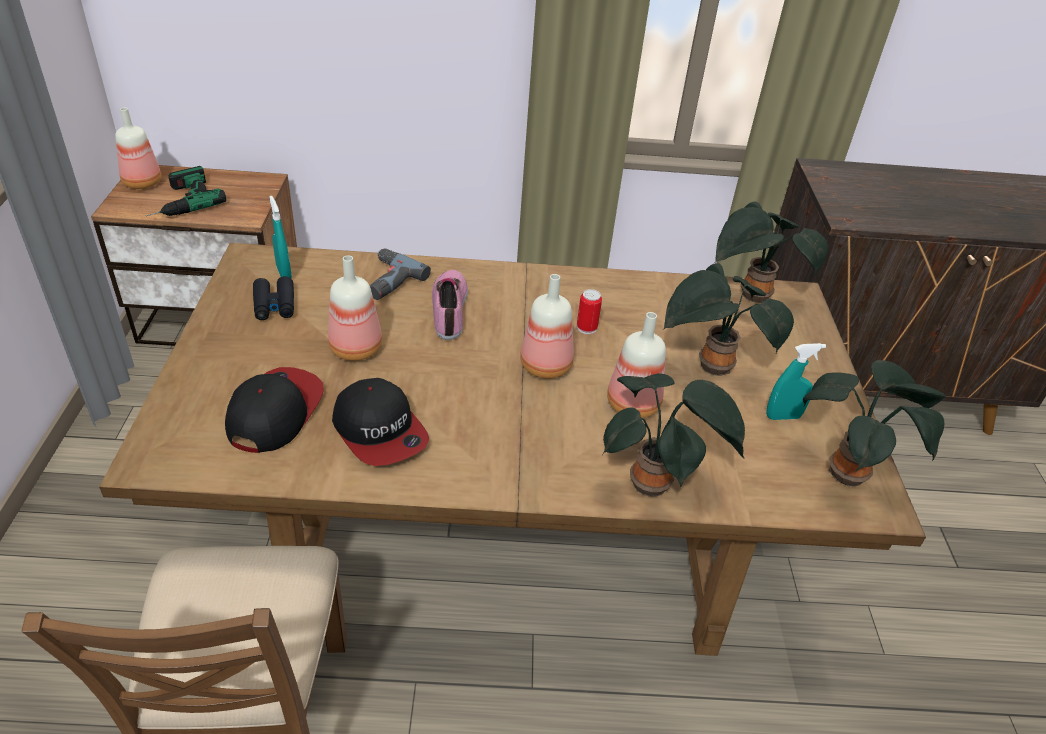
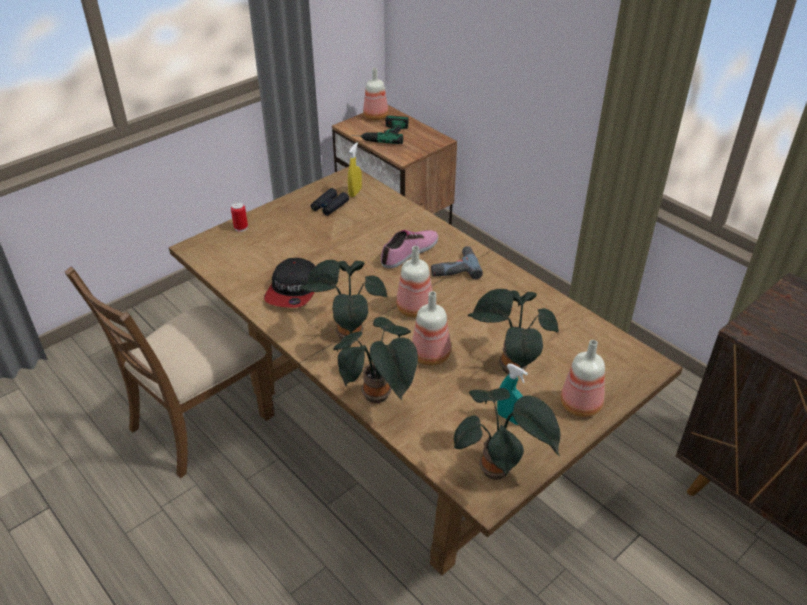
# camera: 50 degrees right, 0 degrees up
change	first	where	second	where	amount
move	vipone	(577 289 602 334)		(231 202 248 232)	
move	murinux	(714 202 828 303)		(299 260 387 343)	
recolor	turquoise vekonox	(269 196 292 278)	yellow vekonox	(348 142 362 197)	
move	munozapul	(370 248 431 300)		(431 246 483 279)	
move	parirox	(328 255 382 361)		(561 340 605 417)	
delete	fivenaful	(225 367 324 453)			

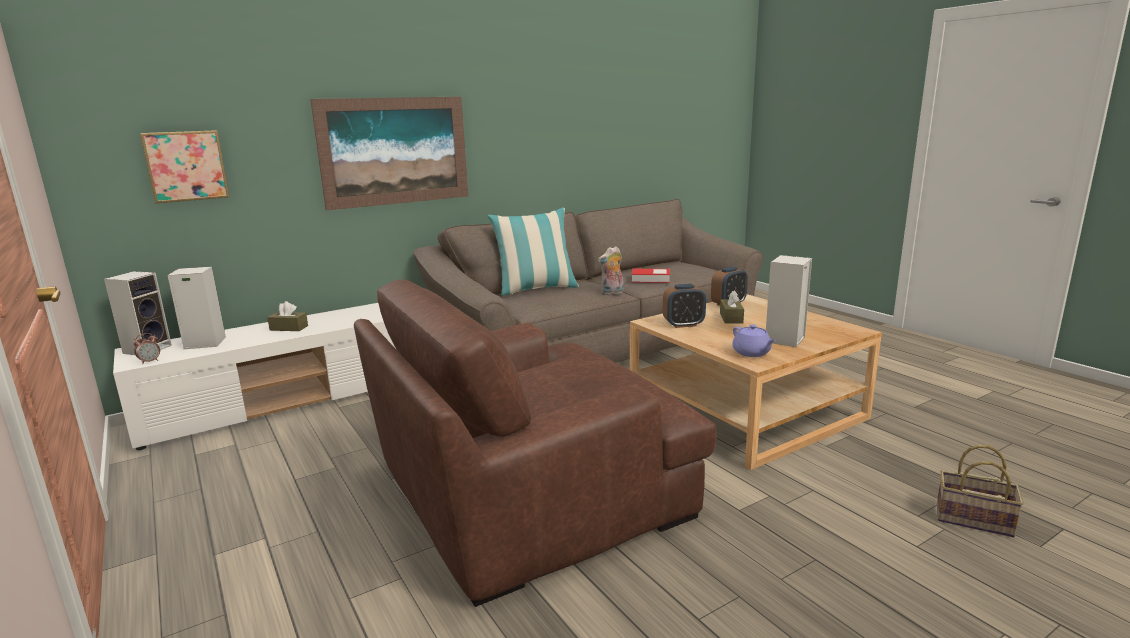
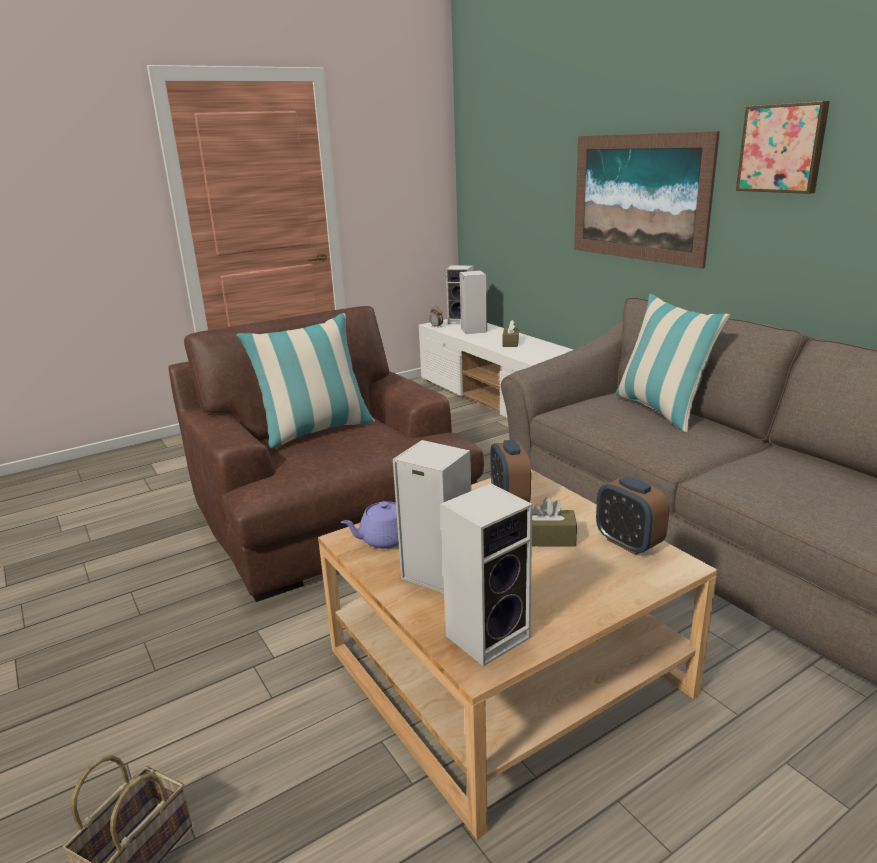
# camera: 90 degrees right, 5 degrees up
change	first	where	second	where	amount
insert			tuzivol	(236 313 375 449)	
insert			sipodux	(440 483 532 666)	
move	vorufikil	(140 130 229 204)		(736 101 830 194)	
delete	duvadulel	(598 246 624 295)			
delete	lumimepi	(632 269 670 283)			

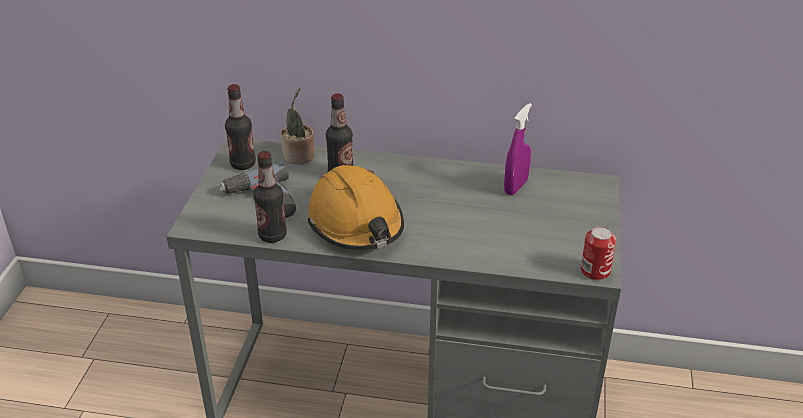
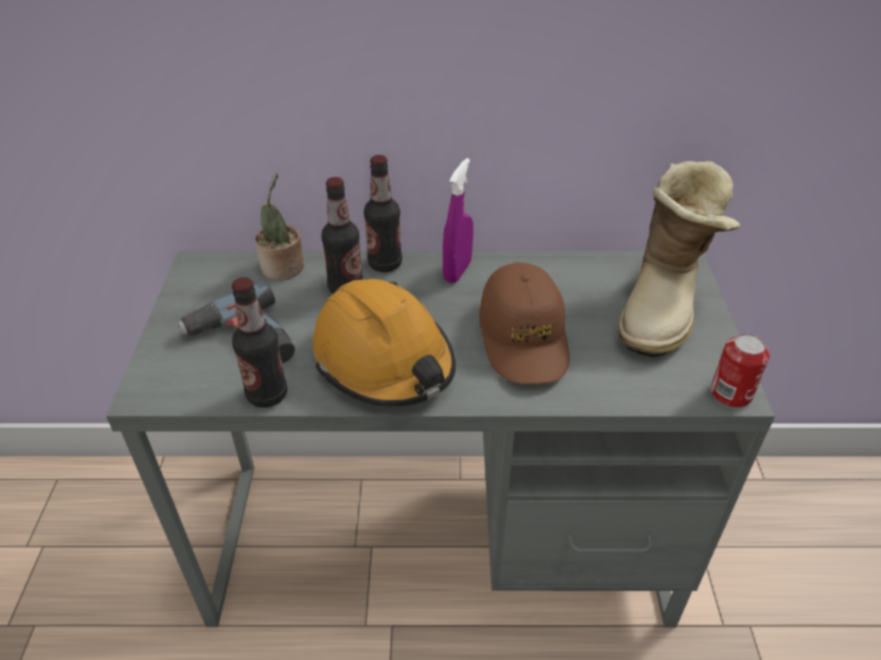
# camera: 10 degrees left, 5 degrees up
change	first	where	second	where	amount
move	parirox	(225 84 256 170)		(364 155 402 272)	
move	purple vekonox	(504 103 532 195)		(443 158 473 283)	
insert			brown fivenaful	(479 262 569 384)	
insert			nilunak	(618 161 740 358)	

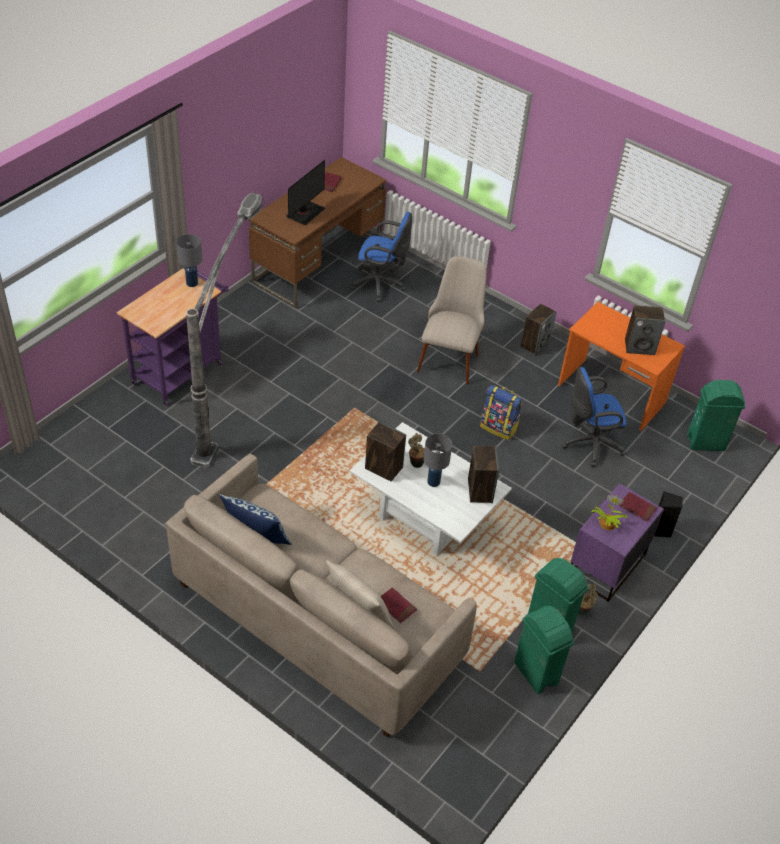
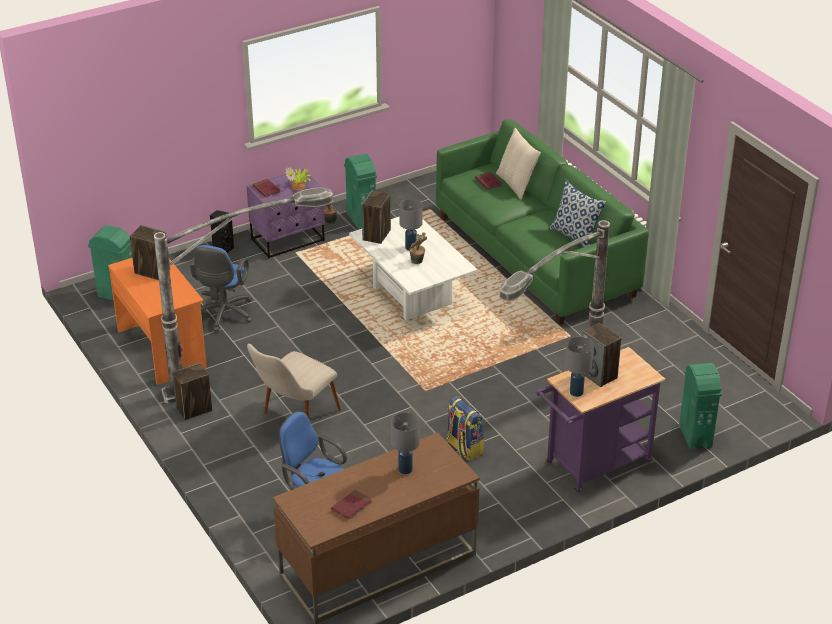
# camera: 155 degrees left, 10 degrees down
change	first	where	second	where	amount
insert			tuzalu	(154 188 333 404)	
rotate	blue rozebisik	(562 367 627 467)		(190 245 252 332)	90 degrees clockwise
replace	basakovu	(286 160 325 225)	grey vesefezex	(391 412 420 474)	
recolor	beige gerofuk	(166 454 477 738)	green gerofuk	(436 119 649 325)	
move	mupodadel	(480 385 522 440)		(446 396 484 461)	
move	sipodux	(365 422 406 481)		(581 323 622 387)	
move	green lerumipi	(514 606 574 694)		(679 363 722 449)	

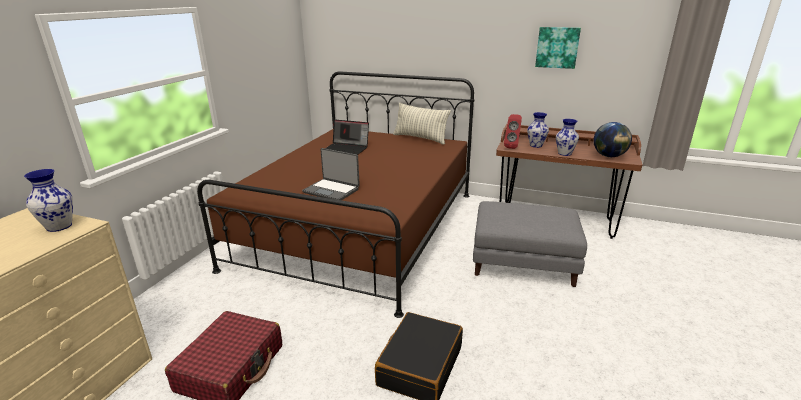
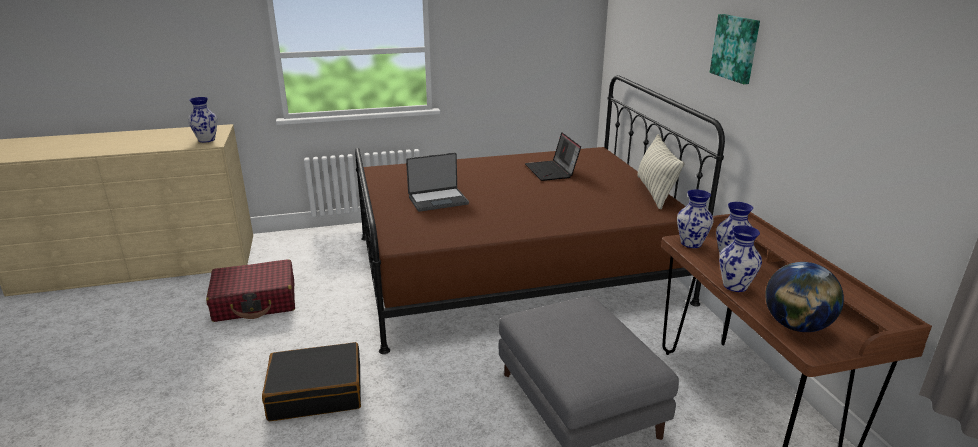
# camera: 55 degrees right, 0 degrees up
change	first	where	second	where	amount
rotate	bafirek	(302 148 360 200)		(406 152 469 212)	105 degrees counterclockwise
replace	red sipodux	(504 114 522 149)	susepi	(677 189 714 248)	
move	vorufikil	(535 27 581 69)		(710 14 760 84)	

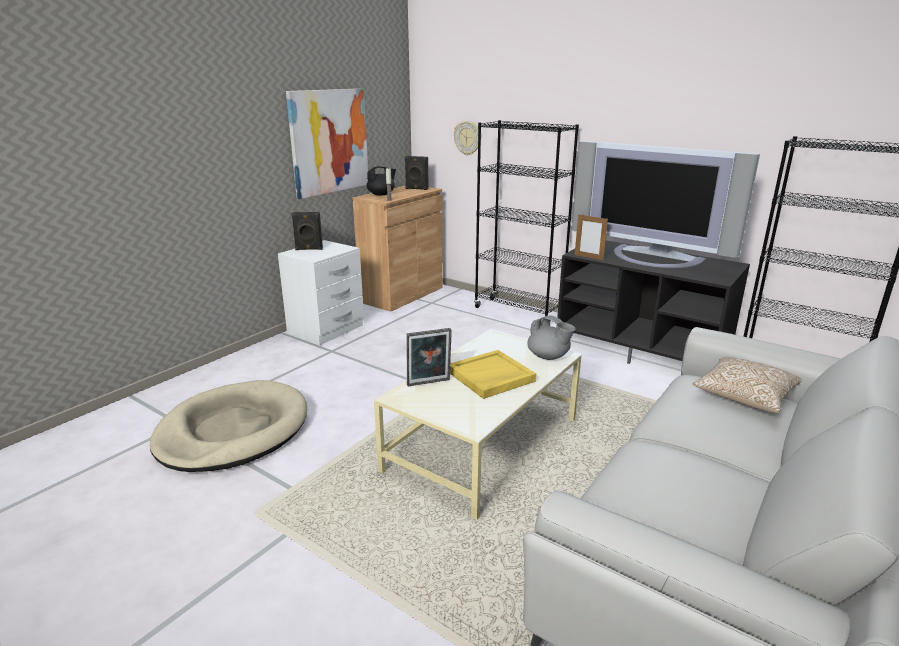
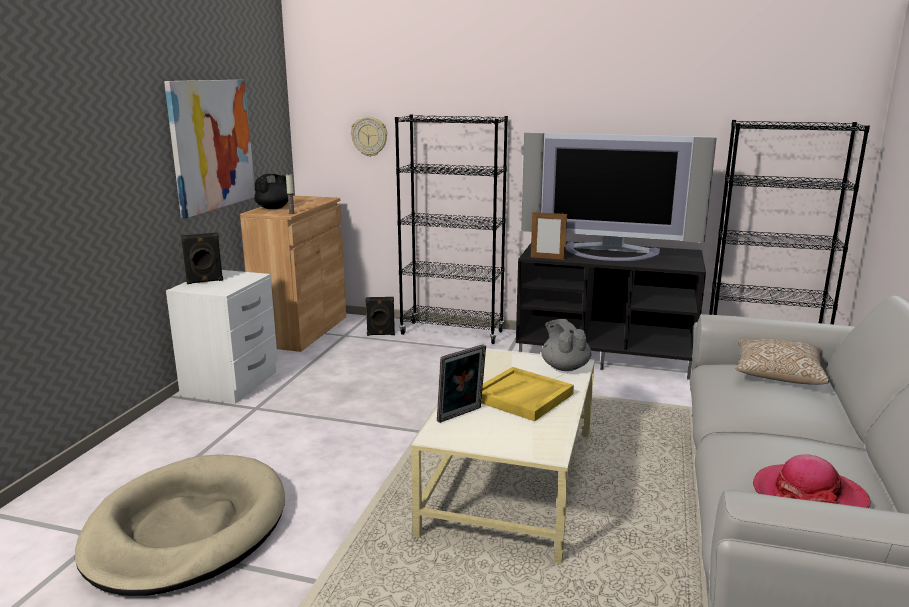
# camera: 20 degrees left, 5 degrees down
change	first	where	second	where	amount
move	black sipodux	(405 156 429 190)		(365 297 395 336)	
rotate	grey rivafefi	(527 315 576 360)		(541 319 591 371)	135 degrees counterclockwise
insert			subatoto	(753 454 871 508)	

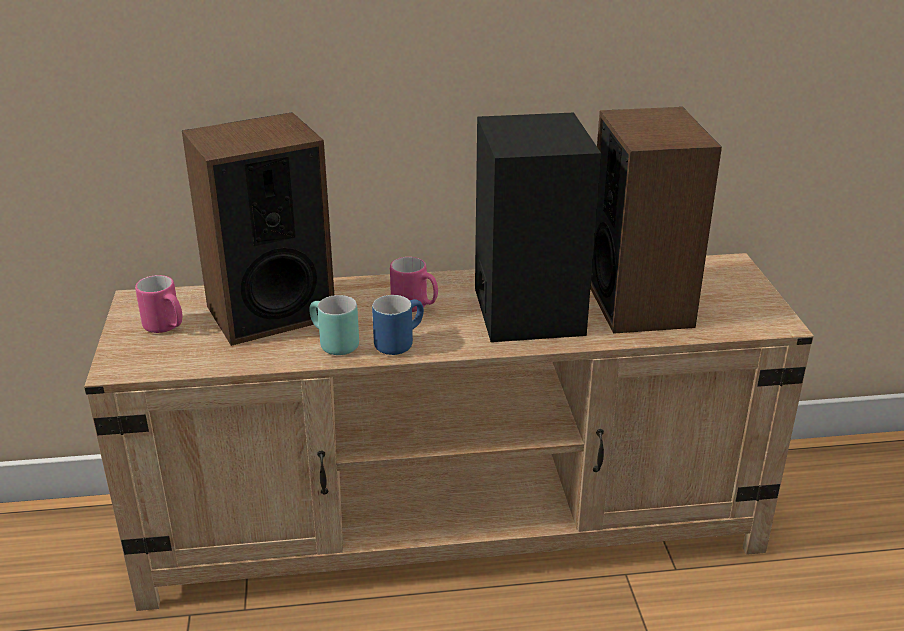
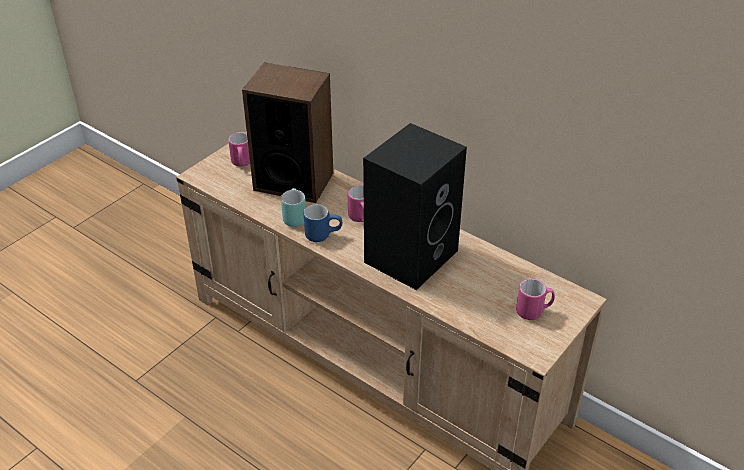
# camera: 45 degrees right, 10 degrees up
change	first	where	second	where	amount
insert			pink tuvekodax	(516 279 555 320)	
delete	sipodux	(590 107 722 334)			

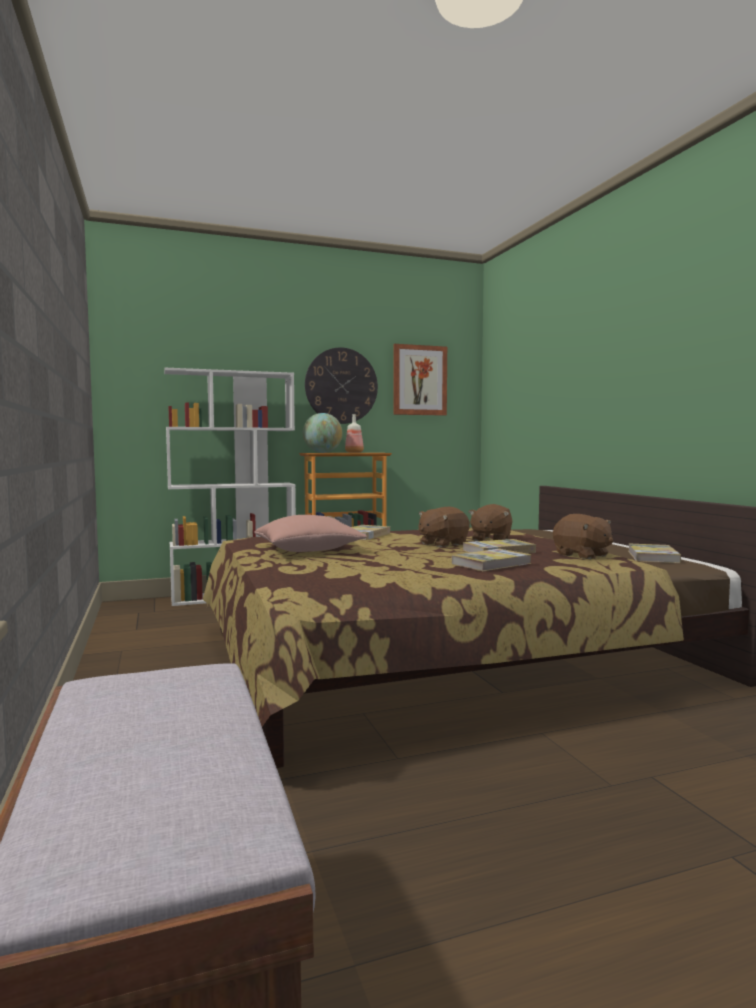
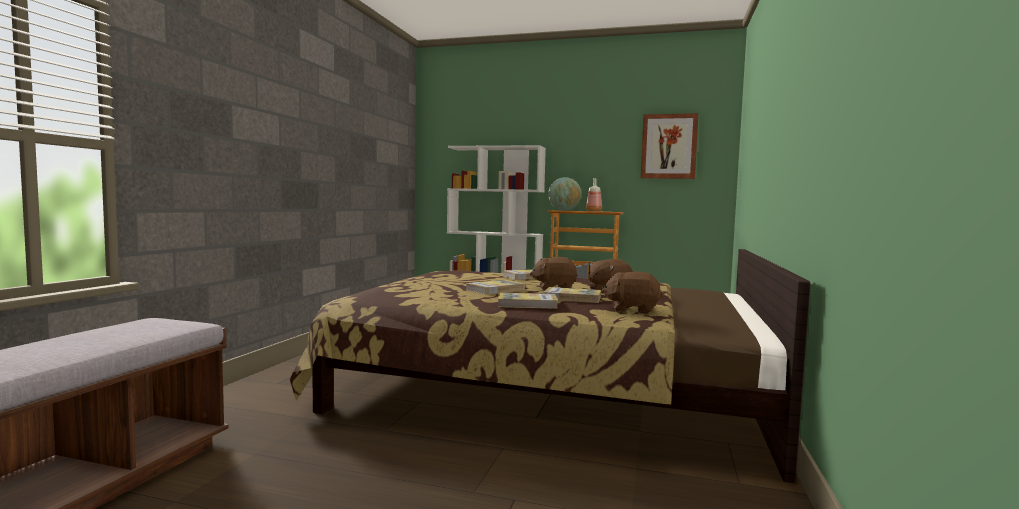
# camera: 35 degrees right, 0 degrees up
change	first	where	second	where	amount
move	lumimepi	(628 543 681 563)		(466 280 525 295)	
rotate	brown duvadulel	(553 514 613 559)		(601 271 662 314)	105 degrees clockwise
delete	pink tuzivol	(254 515 367 552)			
delete	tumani	(305 347 378 424)			

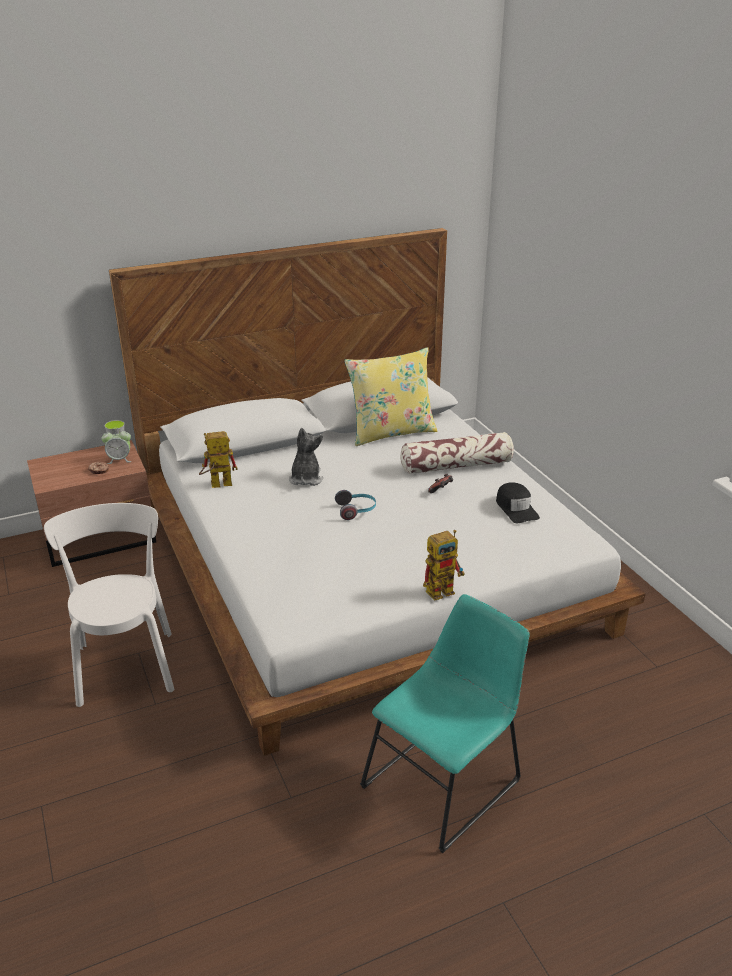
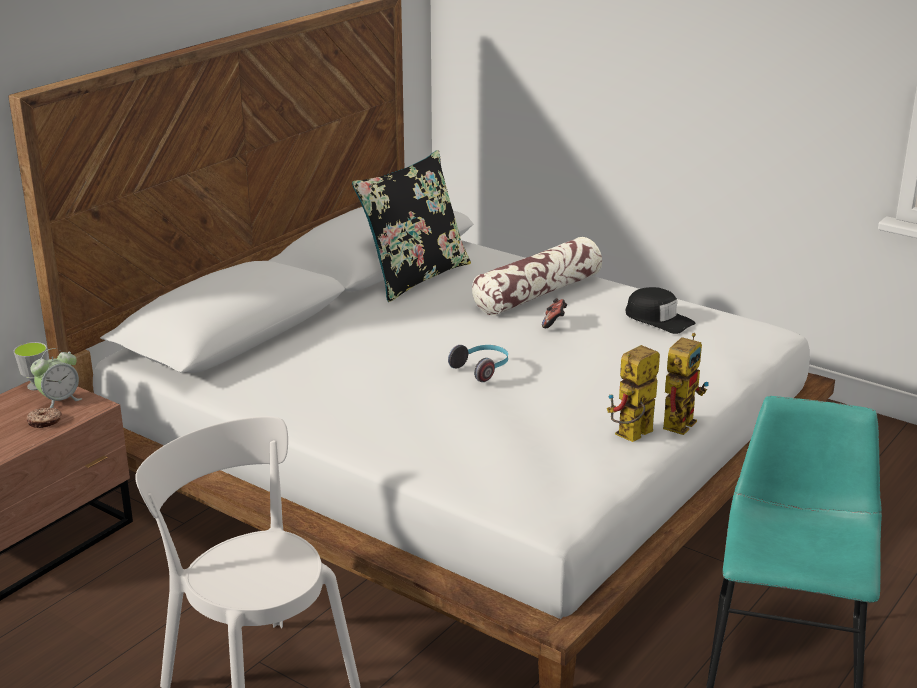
# camera: 30 degrees left, 5 degrees down
change	first	where	second	where	amount
recolor	yellow tuzivol	(344 347 437 446)	black tuzivol	(352 150 471 302)	
move	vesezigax	(199 431 238 488)		(607 345 660 442)	
delete	duvadulel	(289 428 323 486)			

